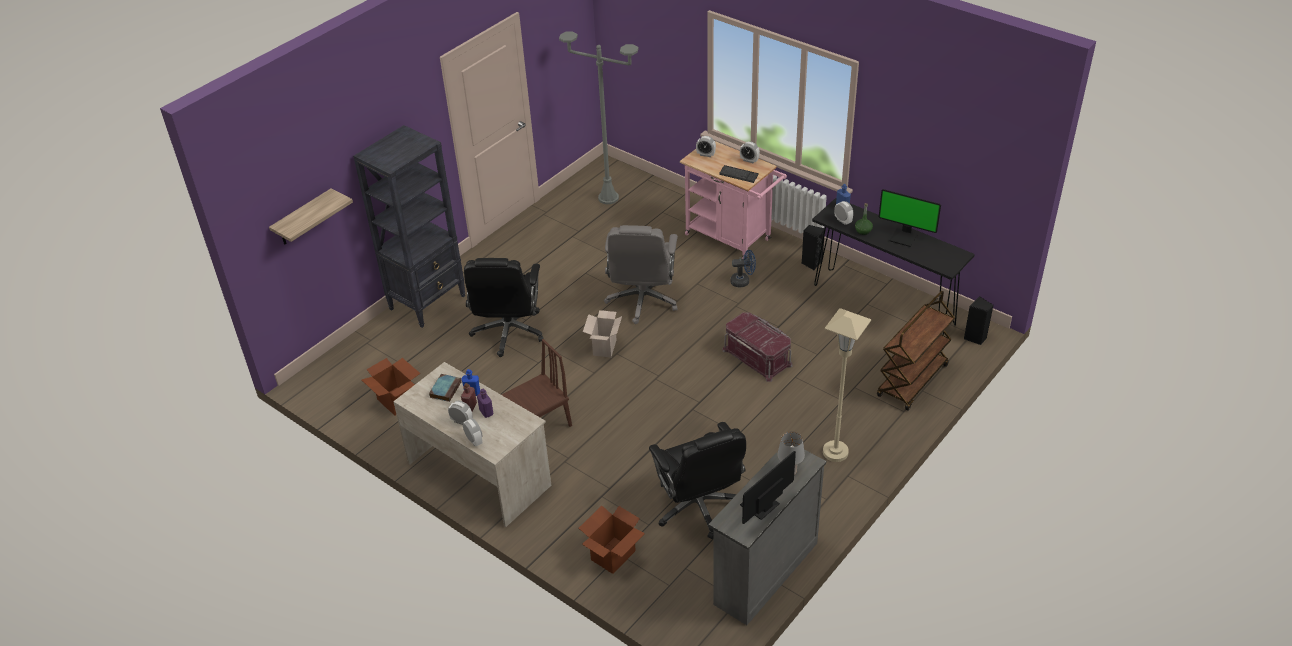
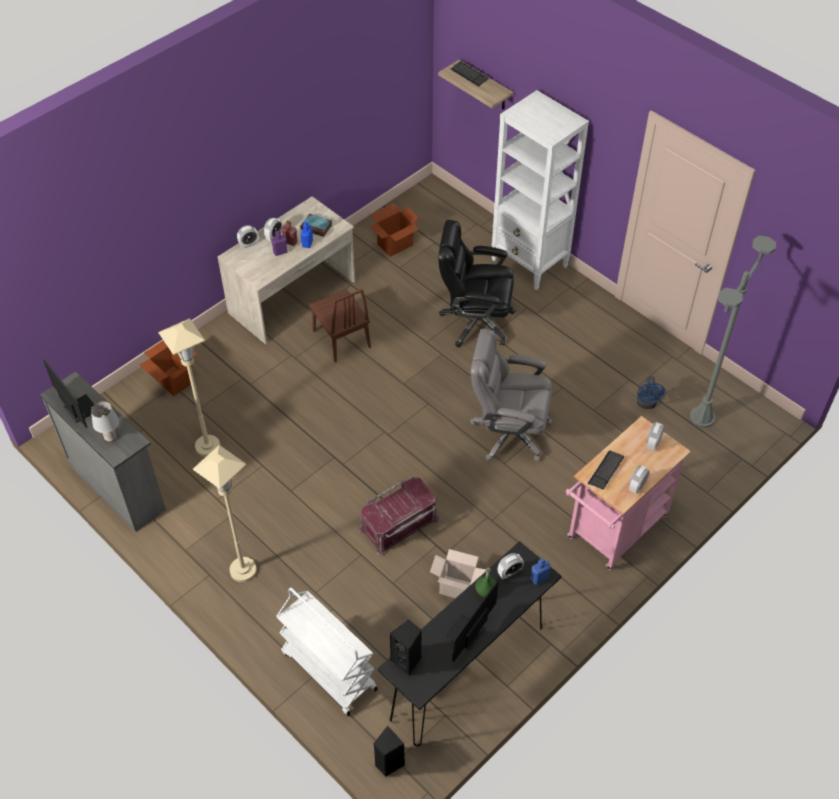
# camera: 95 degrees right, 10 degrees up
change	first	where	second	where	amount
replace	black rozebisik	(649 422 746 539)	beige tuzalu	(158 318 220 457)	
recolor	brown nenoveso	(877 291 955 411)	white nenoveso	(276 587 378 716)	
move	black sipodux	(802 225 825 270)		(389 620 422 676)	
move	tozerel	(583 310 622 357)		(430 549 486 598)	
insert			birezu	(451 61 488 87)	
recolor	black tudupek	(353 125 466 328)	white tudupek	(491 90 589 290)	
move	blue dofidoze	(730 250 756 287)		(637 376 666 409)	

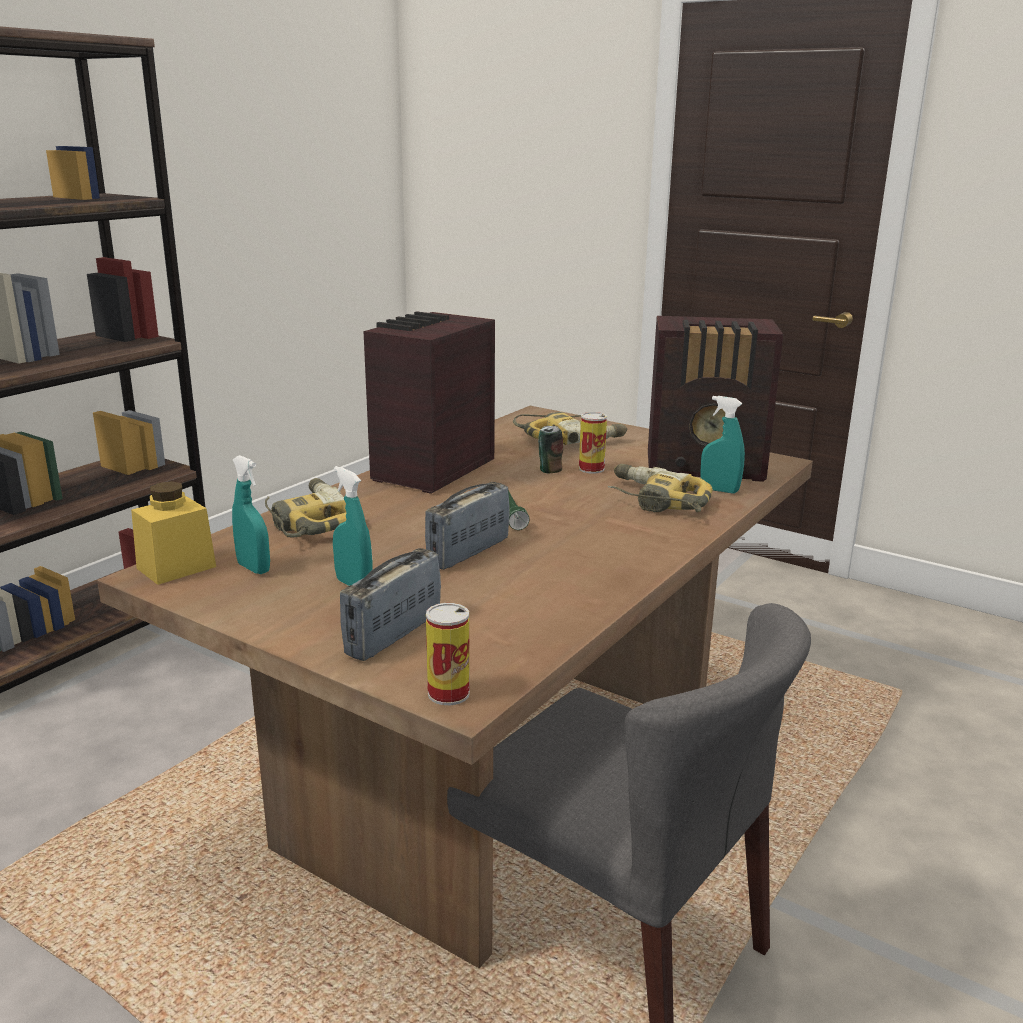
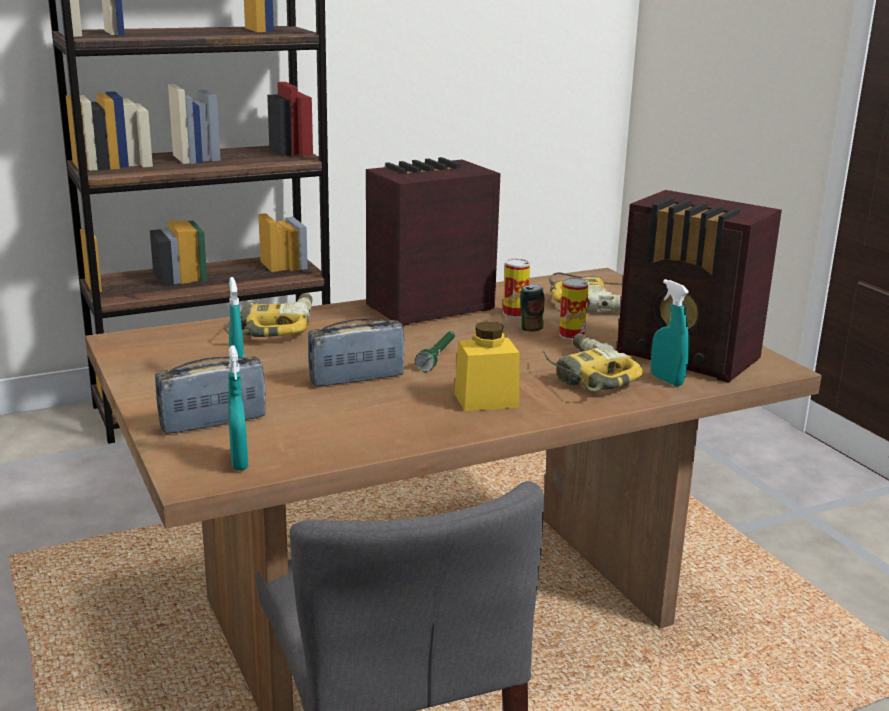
# camera: 30 degrees right, 0 degrees up
change	first	where	second	where	amount
move	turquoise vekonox	(232 455 270 574)		(228 345 248 471)	
move	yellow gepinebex	(131 481 216 585)		(454 321 520 412)	
move	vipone	(426 603 470 705)		(503 259 530 318)	

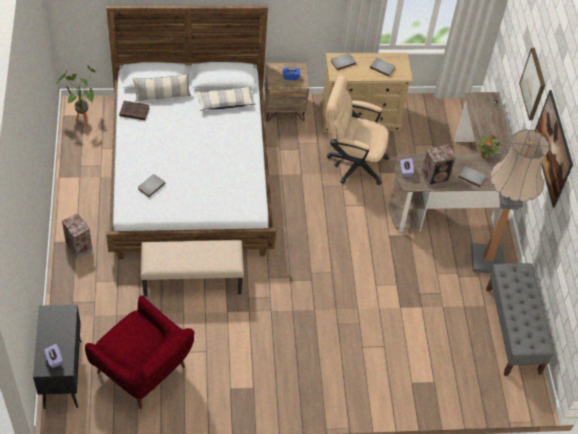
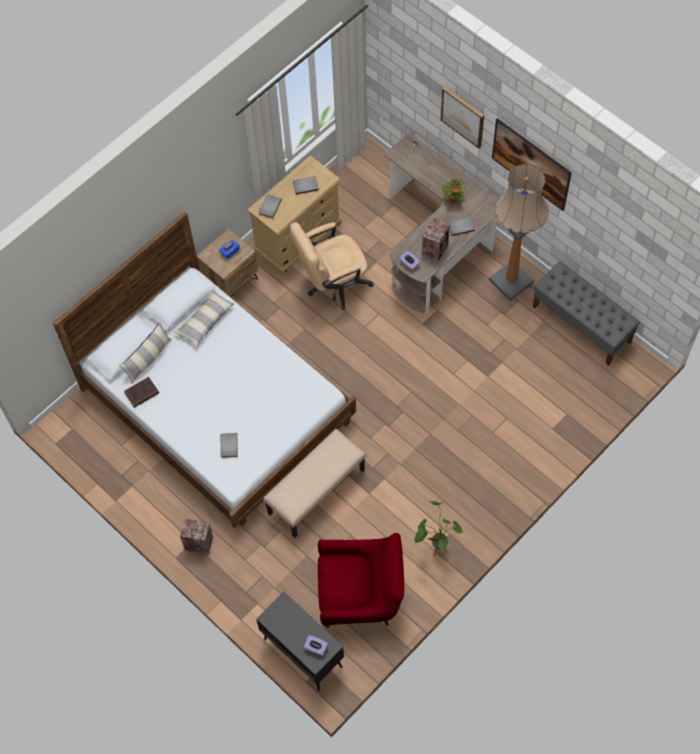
# camera: 35 degrees left, 10 degrees up
change	first	where	second	where	amount
move	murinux	(56 66 95 126)		(415 501 463 556)	

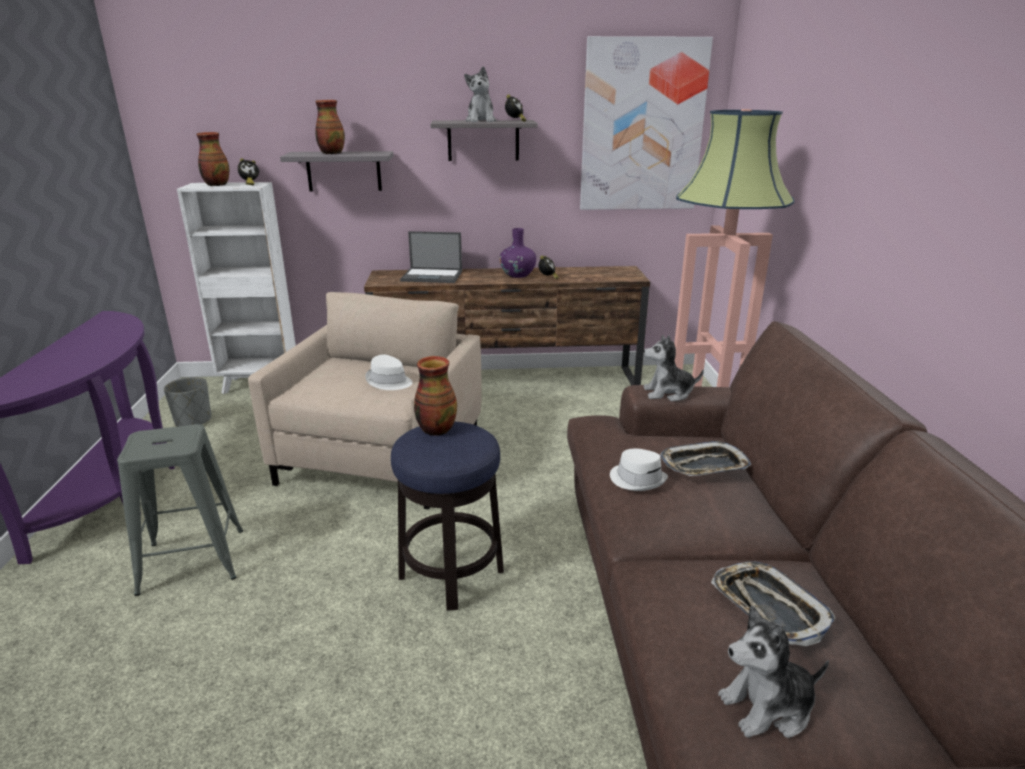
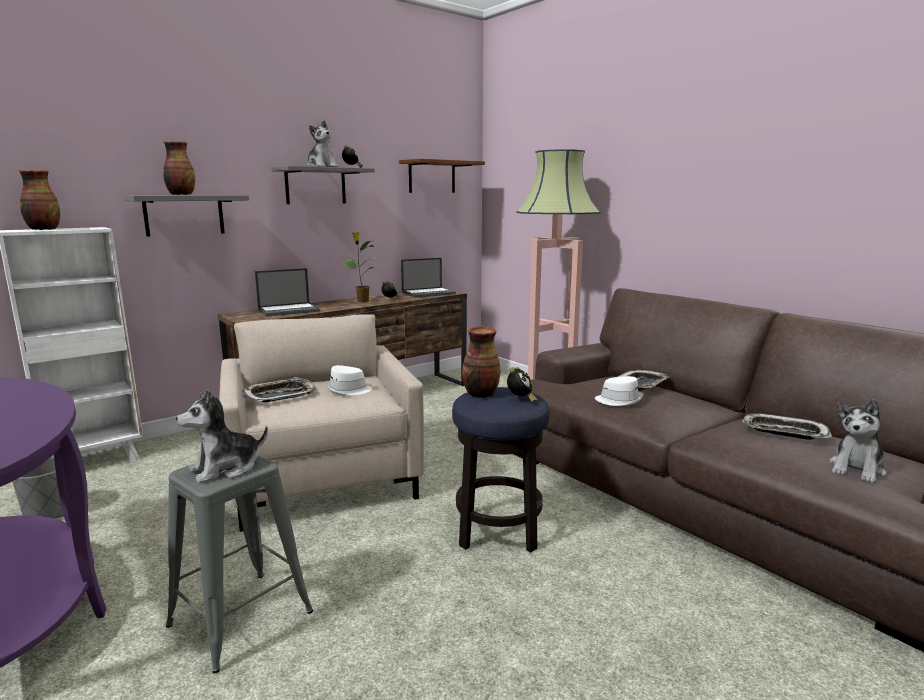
# camera: 35 degrees left, 10 degrees down
change	first	where	second	where	amount
move	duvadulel	(644 335 704 402)		(176 389 268 484)	
insert			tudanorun	(242 377 316 402)	
replace	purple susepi	(499 228 536 278)	murinux	(342 232 375 302)	
replace	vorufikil	(580 36 713 210)	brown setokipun	(399 159 485 193)	
insert			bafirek	(401 258 456 298)	
move	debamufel	(238 158 259 185)		(507 367 537 403)	

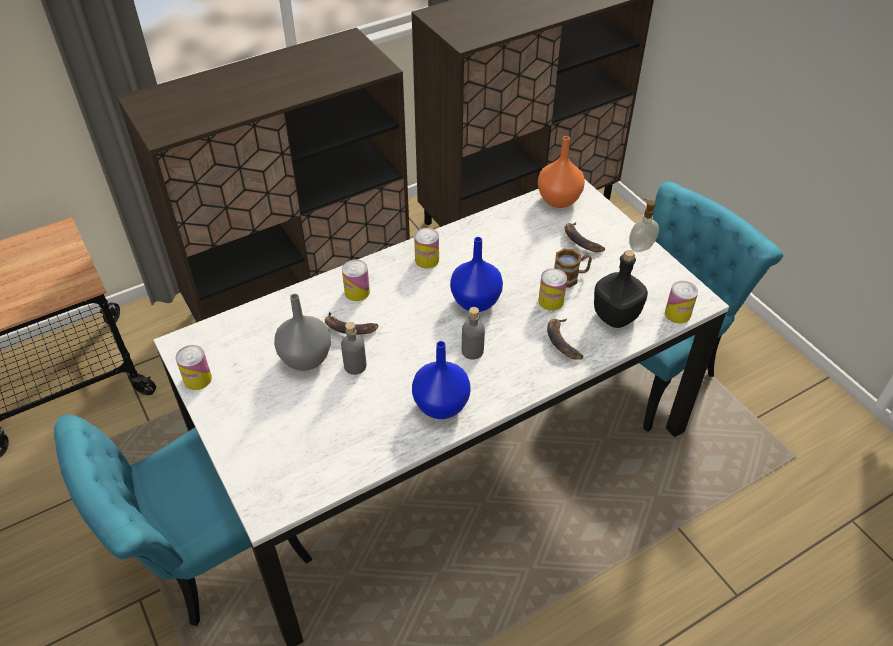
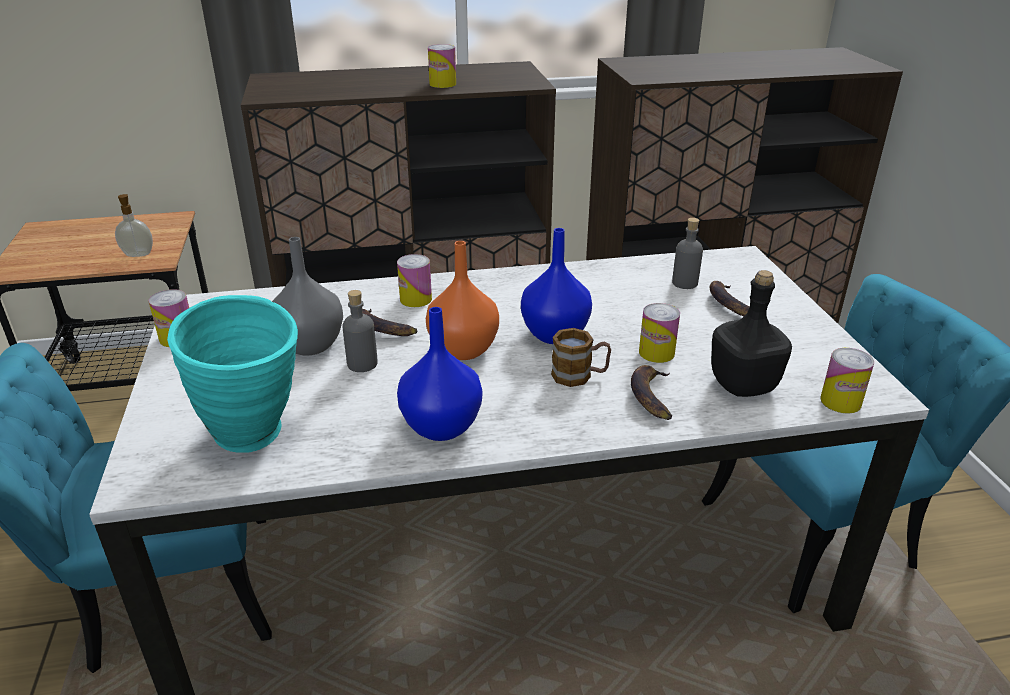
# camera: 20 degrees right, 15 degrees down
change	first	where	second	where	amount
move	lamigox	(629 198 659 252)		(115 194 153 257)	
insert			turquoise susepi	(167 295 298 453)	
move	orange susepi	(538 136 585 208)		(426 241 499 360)	
move	vipone	(414 228 439 269)		(428 44 456 88)	
move	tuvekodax	(554 248 592 288)		(551 328 611 387)	
move	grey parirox	(462 307 485 360)		(672 218 703 289)	

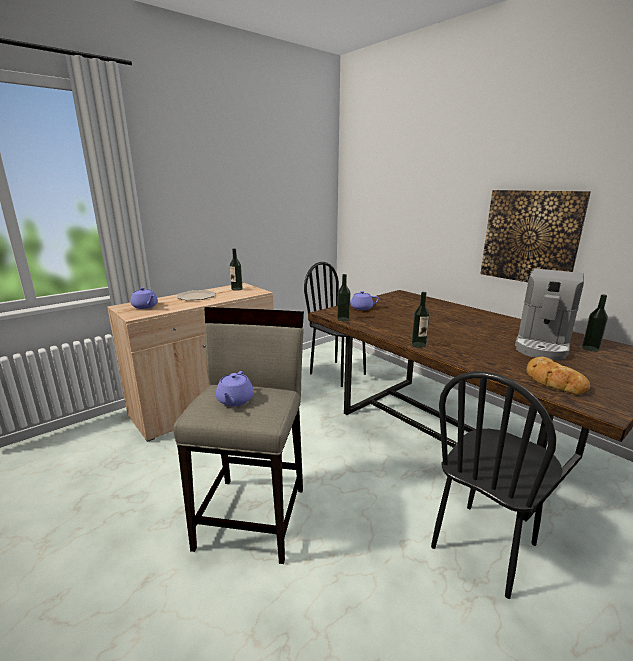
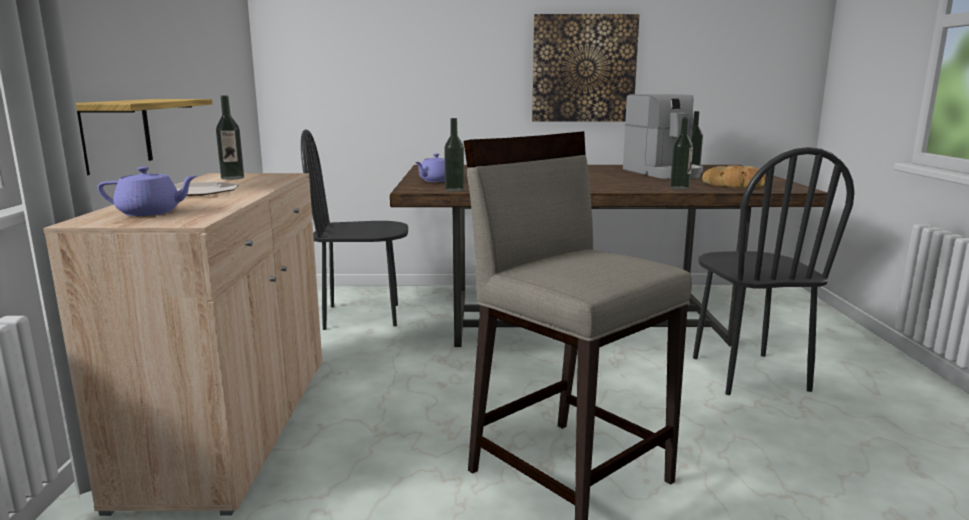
# camera: 50 degrees left, 5 degrees down
change	first	where	second	where	amount
insert			setokipun	(76 99 212 175)	
move	parirox	(411 292 430 348)		(670 117 693 190)	
delete	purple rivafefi	(216 371 254 406)			

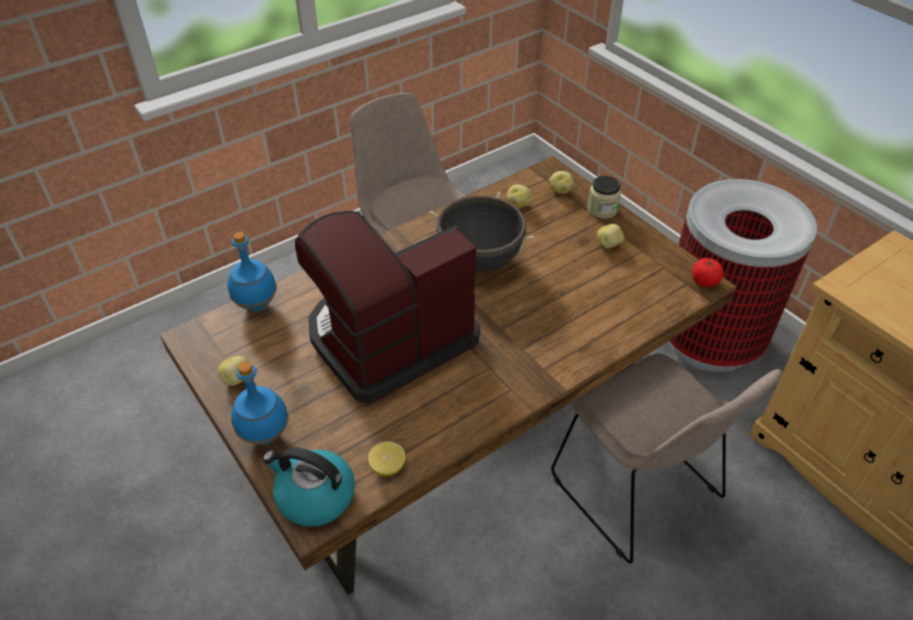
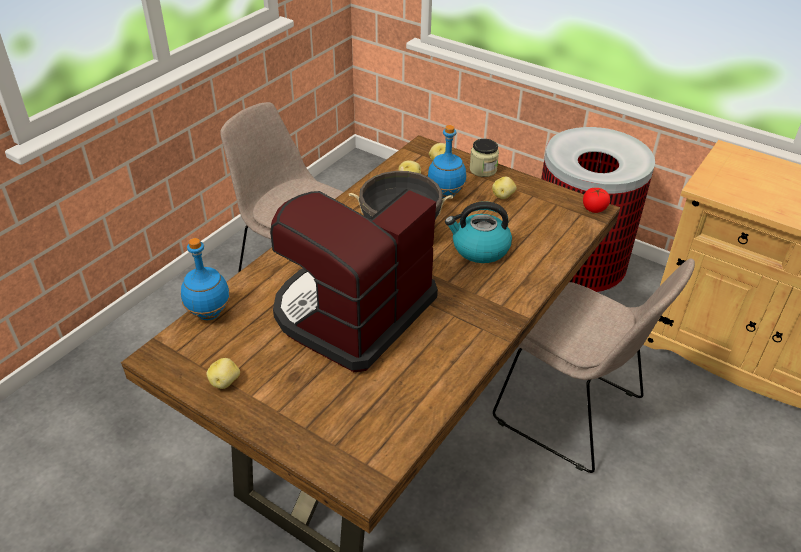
# camera: 20 degrees left, 5 degrees down
change	first	where	second	where	amount
move	blue parirox	(231 362 289 445)		(428 125 466 198)	
move	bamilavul	(263 447 355 526)		(445 201 512 263)	
delete	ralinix	(368 441 405 476)			

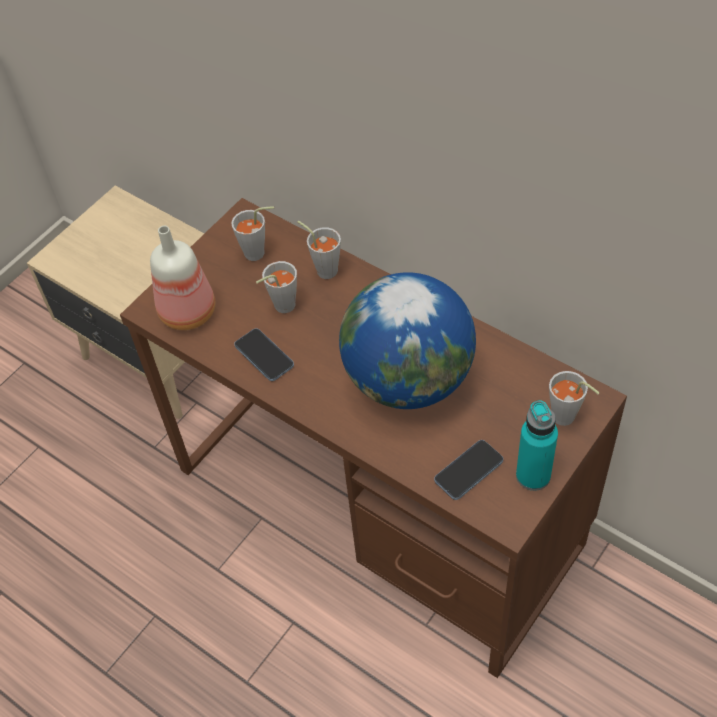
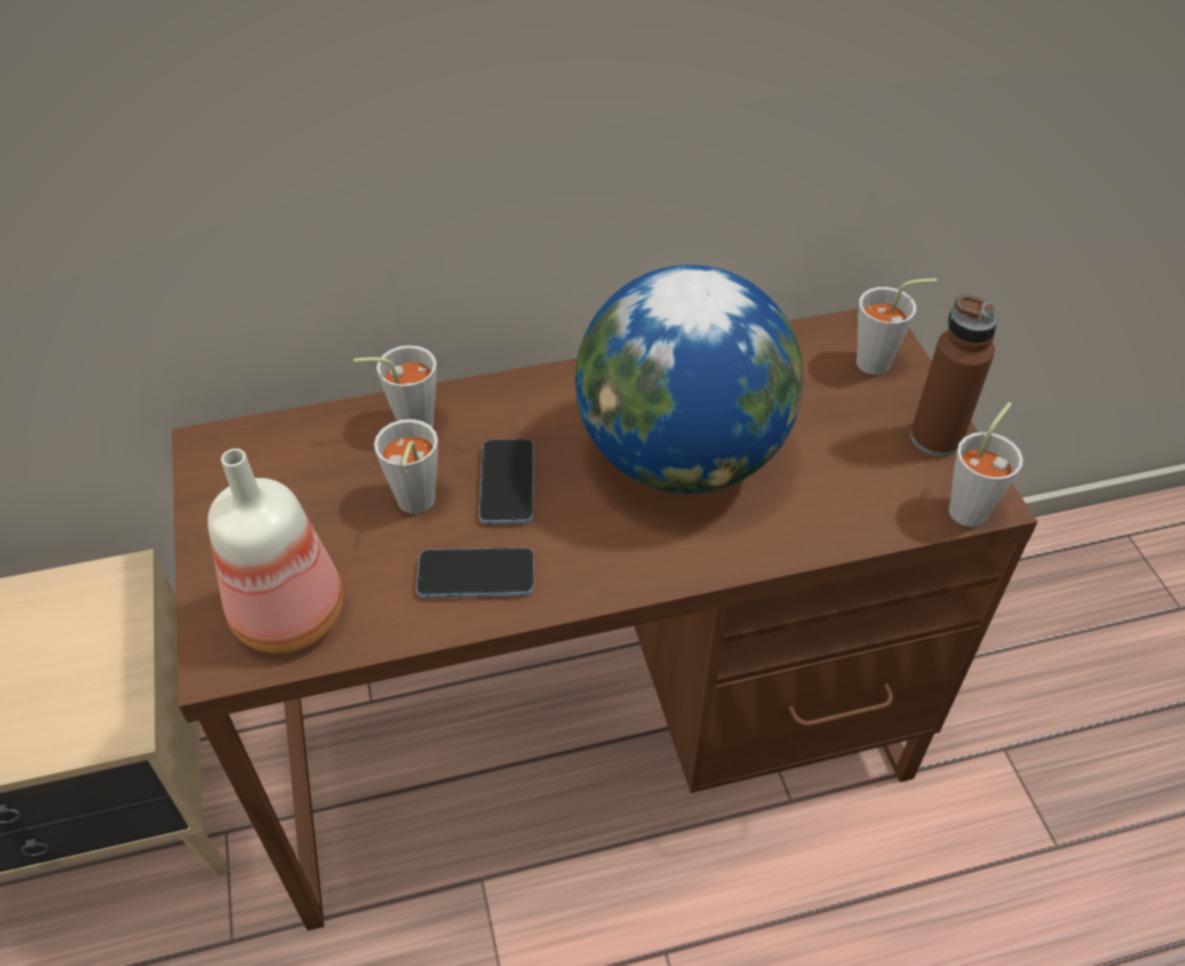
# camera: 55 degrees left, 5 degrees down
change	first	where	second	where	amount
move	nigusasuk	(434 440 503 500)		(479 439 534 524)	
recolor	turquoise parirox	(516 400 558 491)	brown parirox	(910 295 997 457)	
move	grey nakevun	(231 206 274 261)		(949 402 1023 527)	

